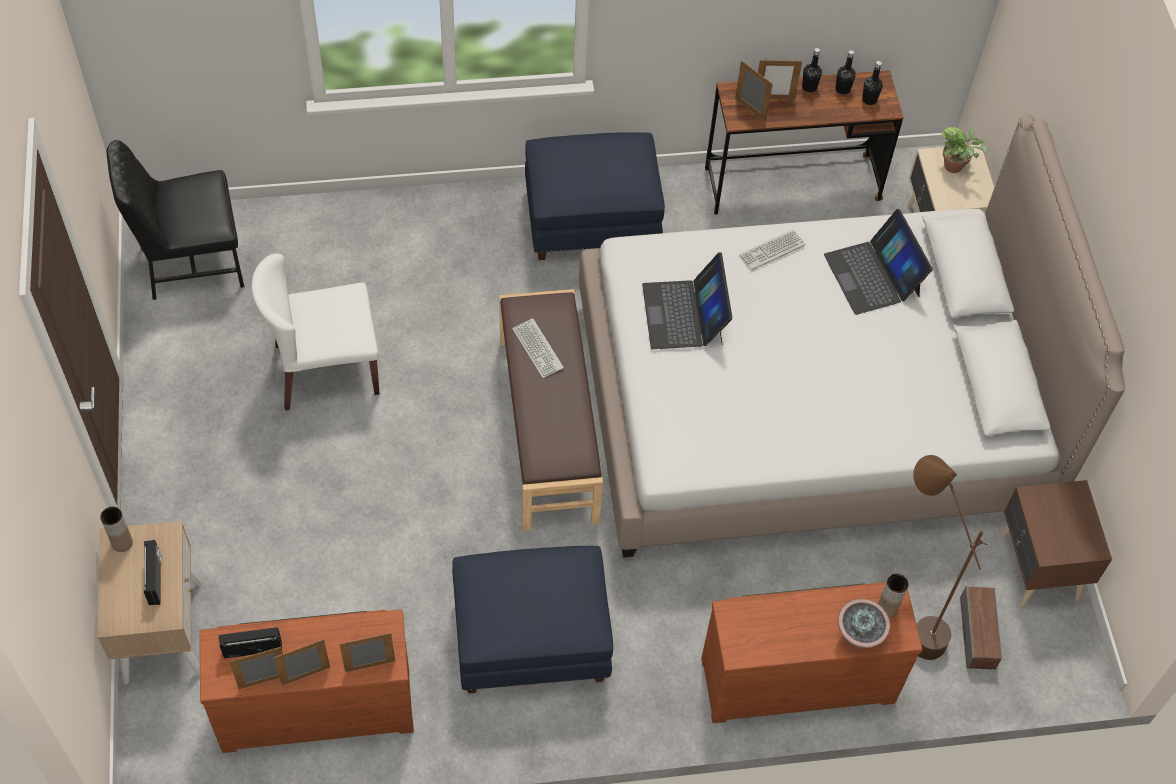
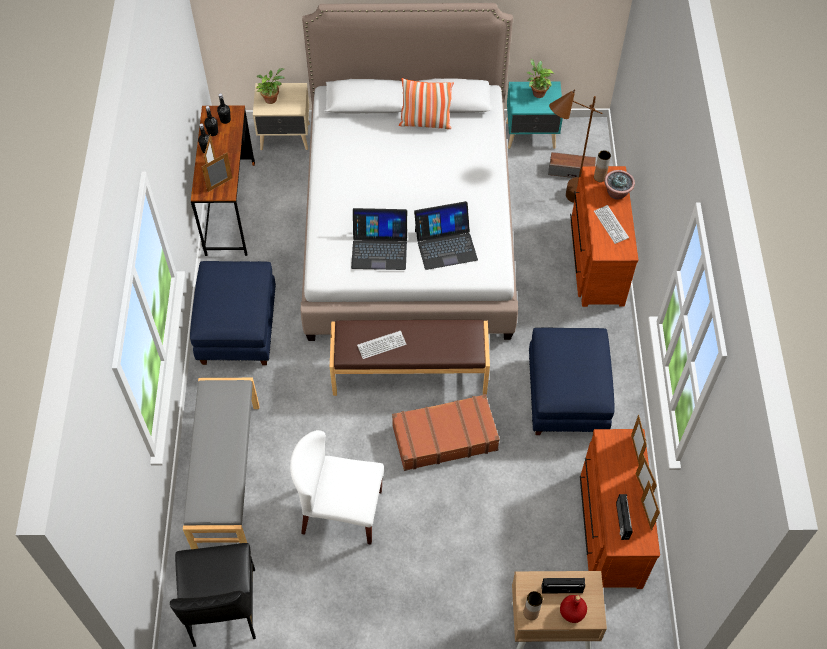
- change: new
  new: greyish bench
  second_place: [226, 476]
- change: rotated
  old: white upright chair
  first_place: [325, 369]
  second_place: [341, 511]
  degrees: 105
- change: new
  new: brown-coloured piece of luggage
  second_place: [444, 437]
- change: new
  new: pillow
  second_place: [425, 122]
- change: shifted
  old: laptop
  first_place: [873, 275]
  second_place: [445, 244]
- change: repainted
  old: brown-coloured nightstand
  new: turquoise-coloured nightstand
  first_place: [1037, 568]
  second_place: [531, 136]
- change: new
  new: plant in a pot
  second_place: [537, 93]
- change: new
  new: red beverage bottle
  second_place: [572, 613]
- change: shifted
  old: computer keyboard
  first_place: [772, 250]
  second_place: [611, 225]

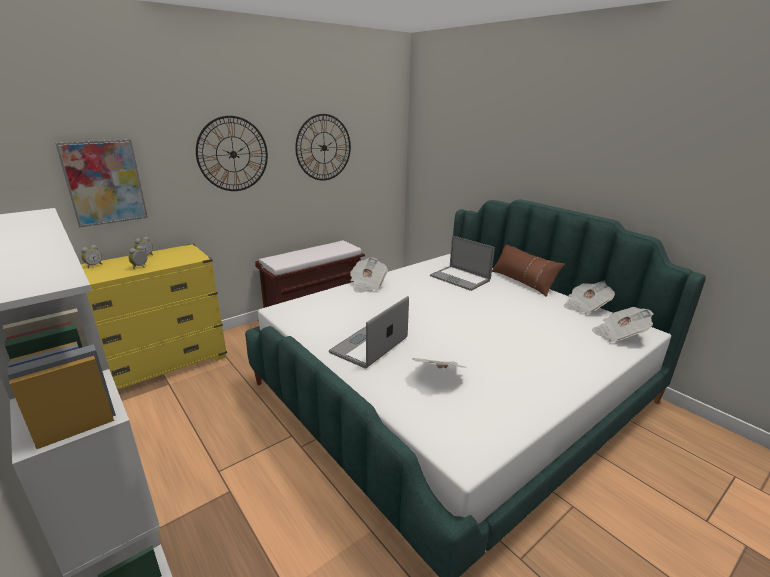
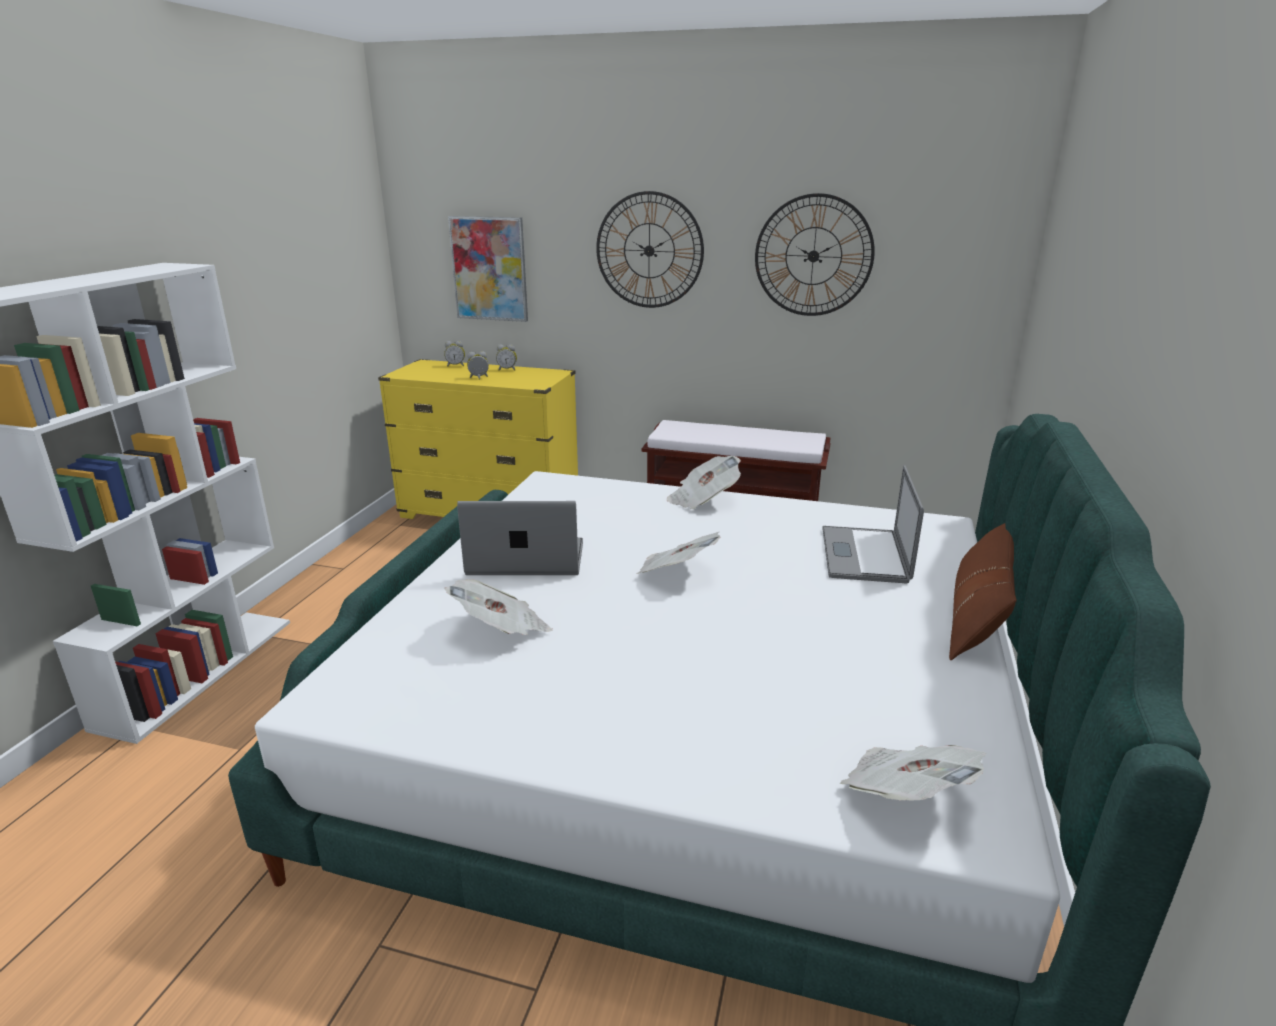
- change: shifted
  old: printed paper
  first_place: [585, 307]
  second_place: [676, 573]

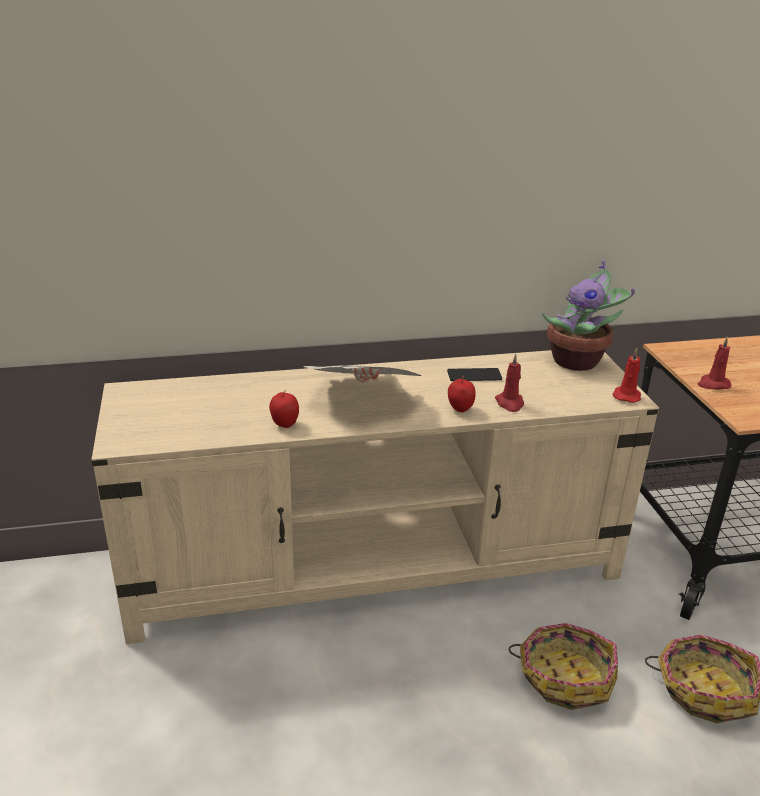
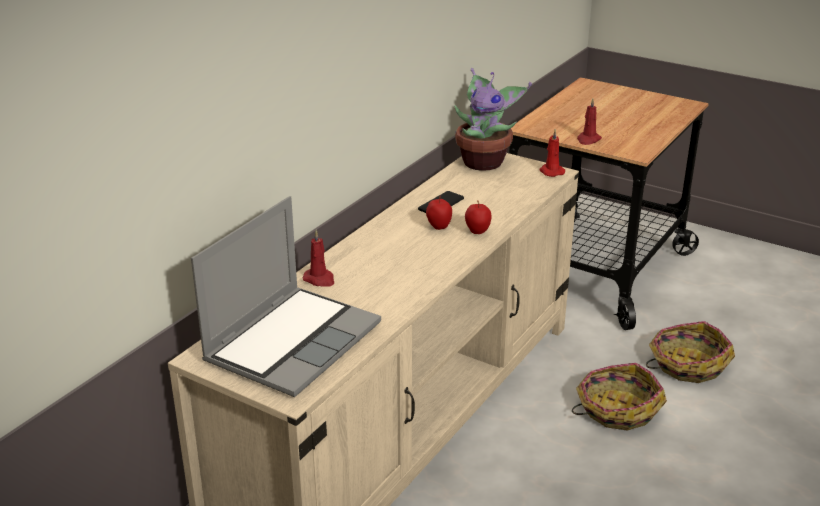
- change: new
  new: laptop
  second_place: [293, 341]
- change: shifted
  old: red candle
  first_place: [510, 403]
  second_place: [319, 279]
- change: shifted
  old: apple fruit
  first_place: [284, 424]
  second_place: [438, 227]
- change: gone
  old: printed paper
  first_place: [363, 399]

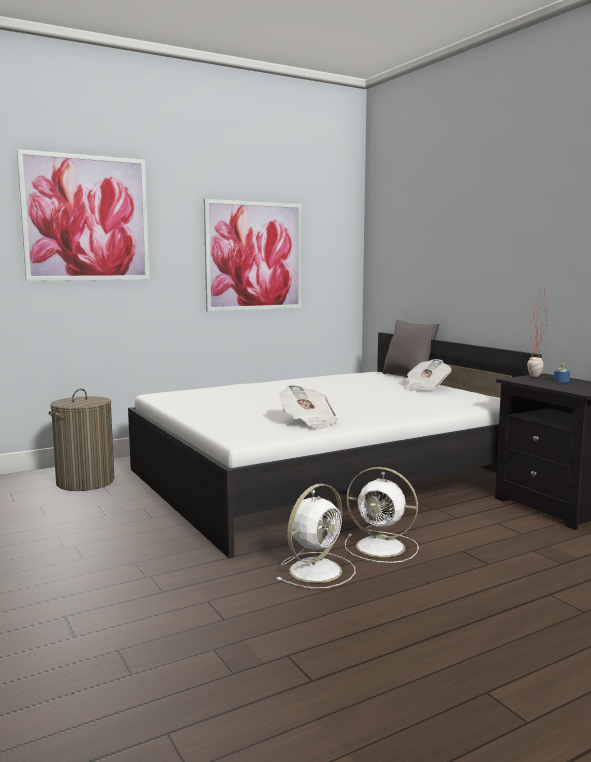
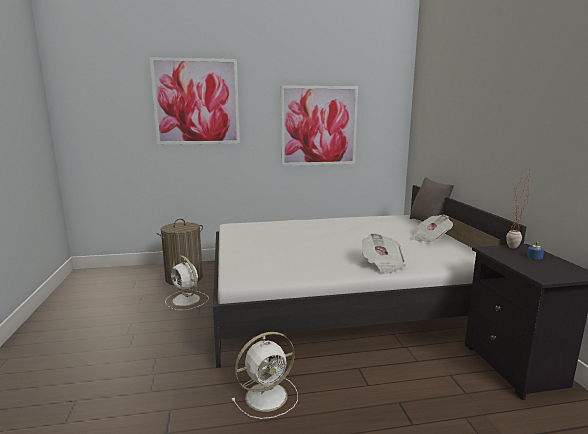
- change: shifted
  old: white fan
  first_place: [382, 547]
  second_place: [187, 300]
- change: shifted
  old: printed paper
  first_place: [308, 423]
  second_place: [382, 264]

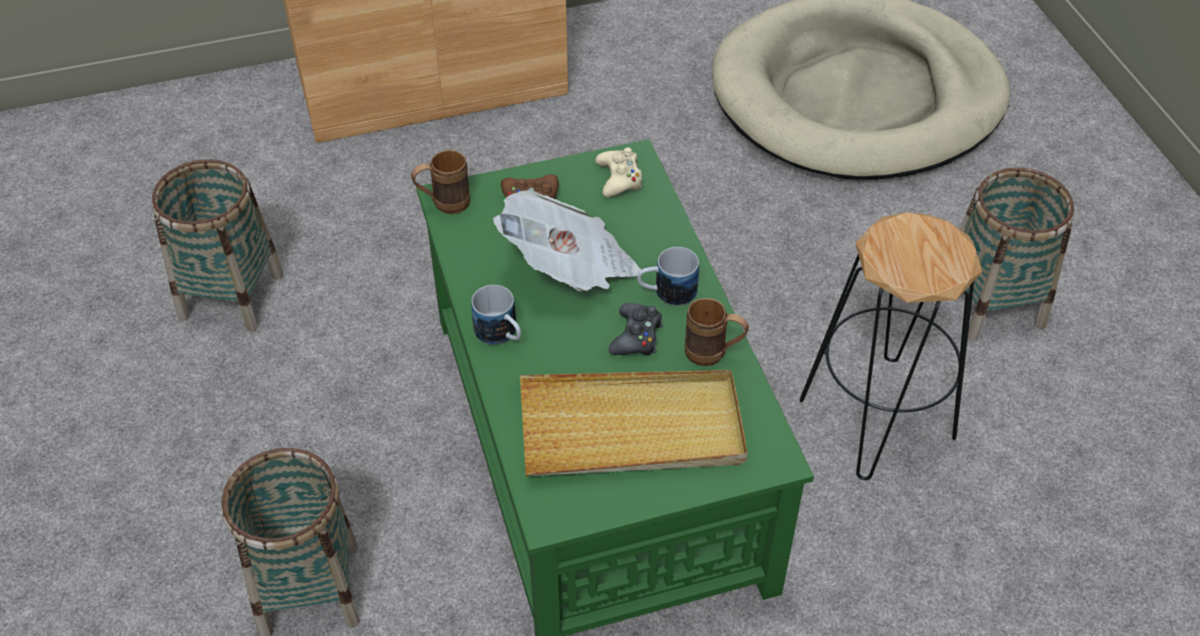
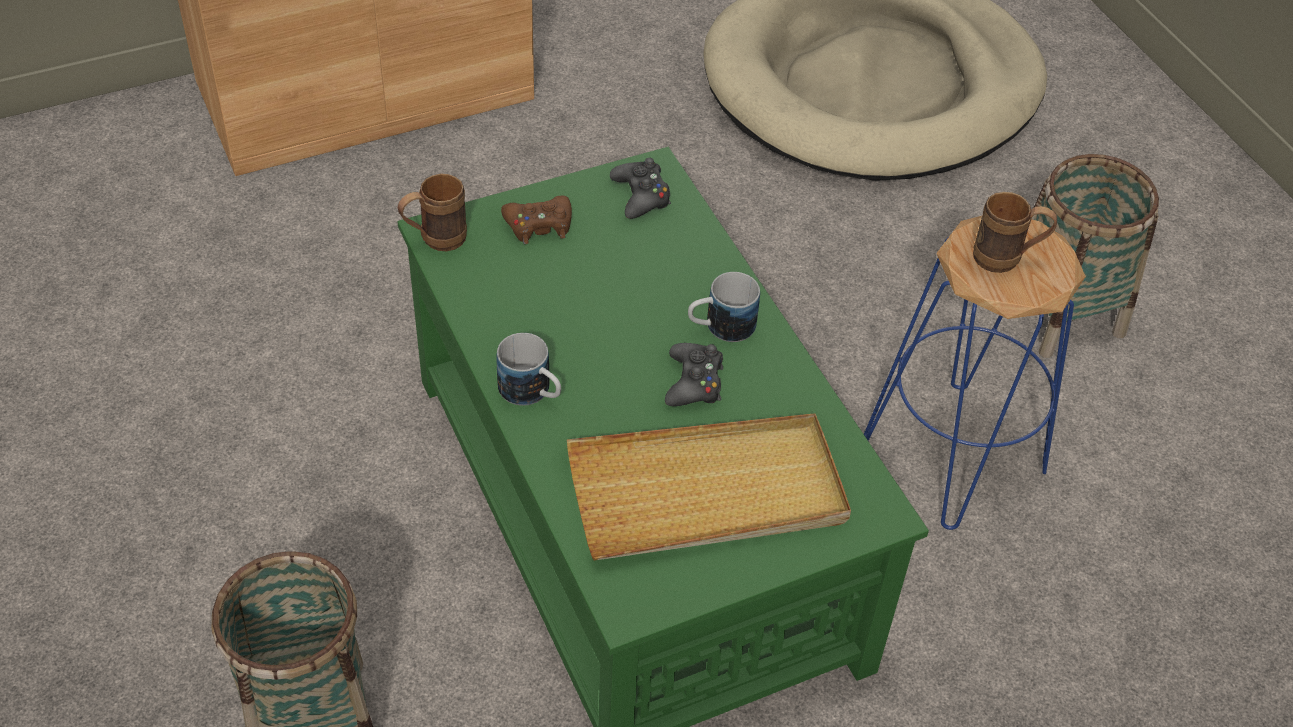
- change: repainted
  old: beige-coloured game controller
  new: blackish game controller
  first_place: [619, 179]
  second_place: [641, 196]
- change: repainted
  old: blackish stool
  new: bluish stool
  first_place: [878, 418]
  second_place: [954, 457]
- change: shifted
  old: brown-coloured coffee mug
  first_place: [713, 355]
  second_place: [1007, 260]
- change: gone
  old: basket
  first_place: [231, 296]
- change: gone
  old: printed paper
  first_place: [570, 268]

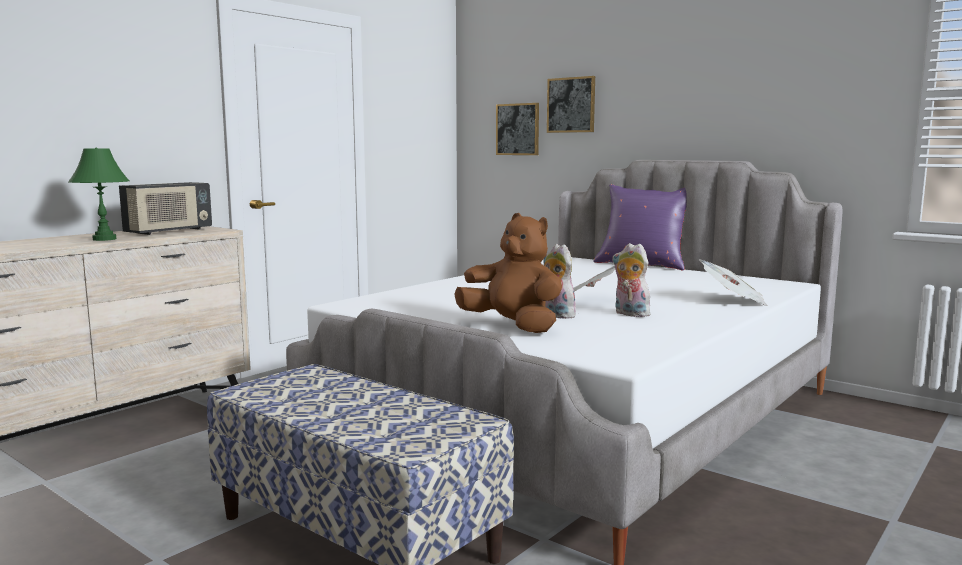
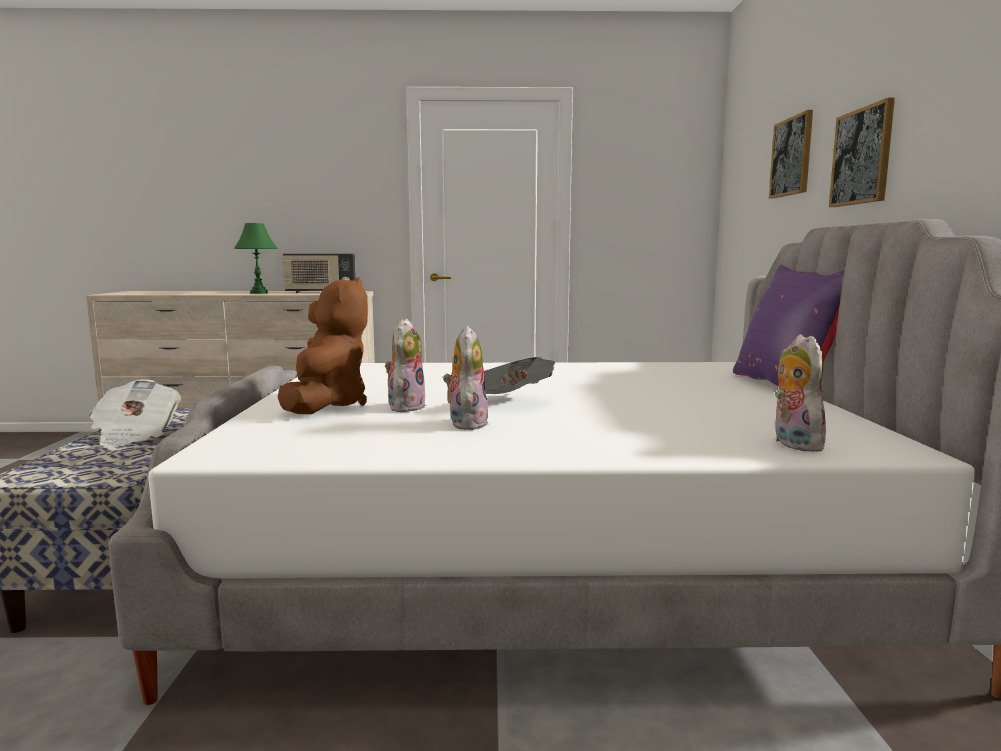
- change: shifted
  old: printed paper
  first_place: [733, 301]
  second_place: [135, 435]
- change: new
  new: cuddly toy
  second_place: [793, 444]
- change: shifted
  old: wall picture
  first_place: [518, 129]
  second_place: [862, 156]

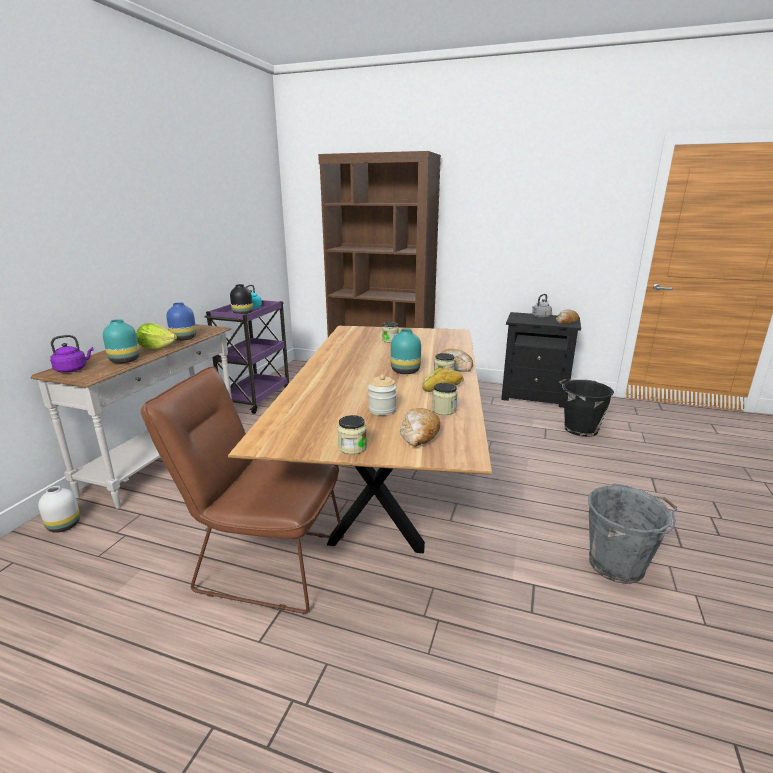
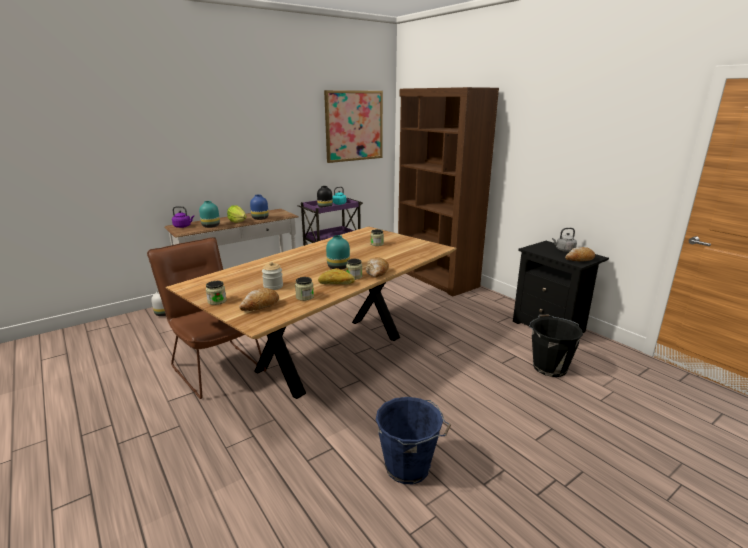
- change: new
  new: wall picture
  second_place: [354, 126]
- change: repainted
  old: greyish water bucket
  new: bluish water bucket
  first_place: [618, 565]
  second_place: [409, 468]

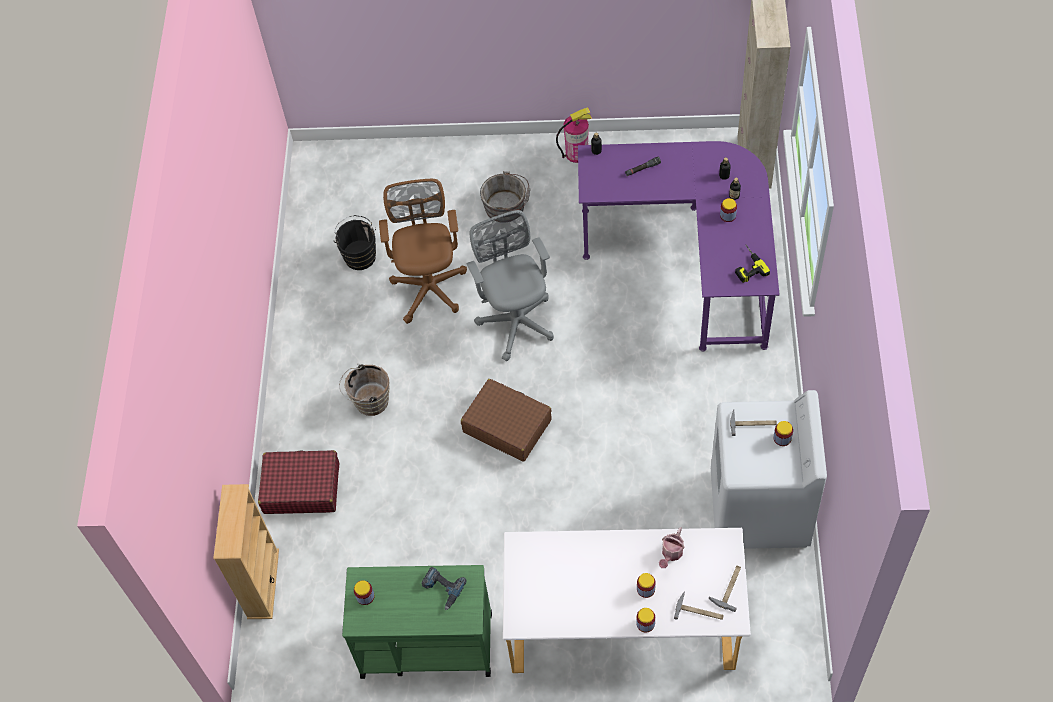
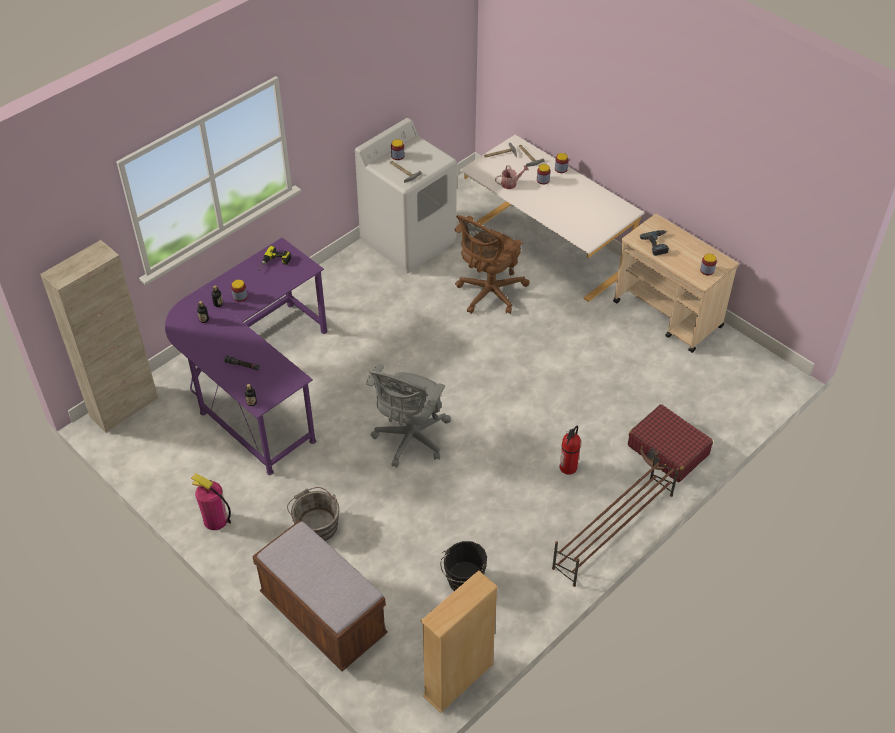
- change: new
  new: brown-coloured bench
  second_place: [323, 616]
- change: shifted
  old: beige-coloured bookcase
  first_place: [263, 584]
  second_place: [458, 680]
- change: shifted
  old: brown-coloured office chair
  first_place: [429, 285]
  second_place: [488, 294]
- change: new
  new: brown-coloured shoe shelf
  second_place: [613, 531]
- change: swapped
  old: brown-coloured water bucket
  new: fire-fighting cylinder
  first_place: [369, 402]
  second_place: [568, 468]
- change: repainted
  old: greenish trolley
  new: beige-coloured trolley
  first_place: [425, 644]
  second_place: [668, 315]
- change: gone
  old: brown-coloured piece of luggage
  first_place: [507, 425]

